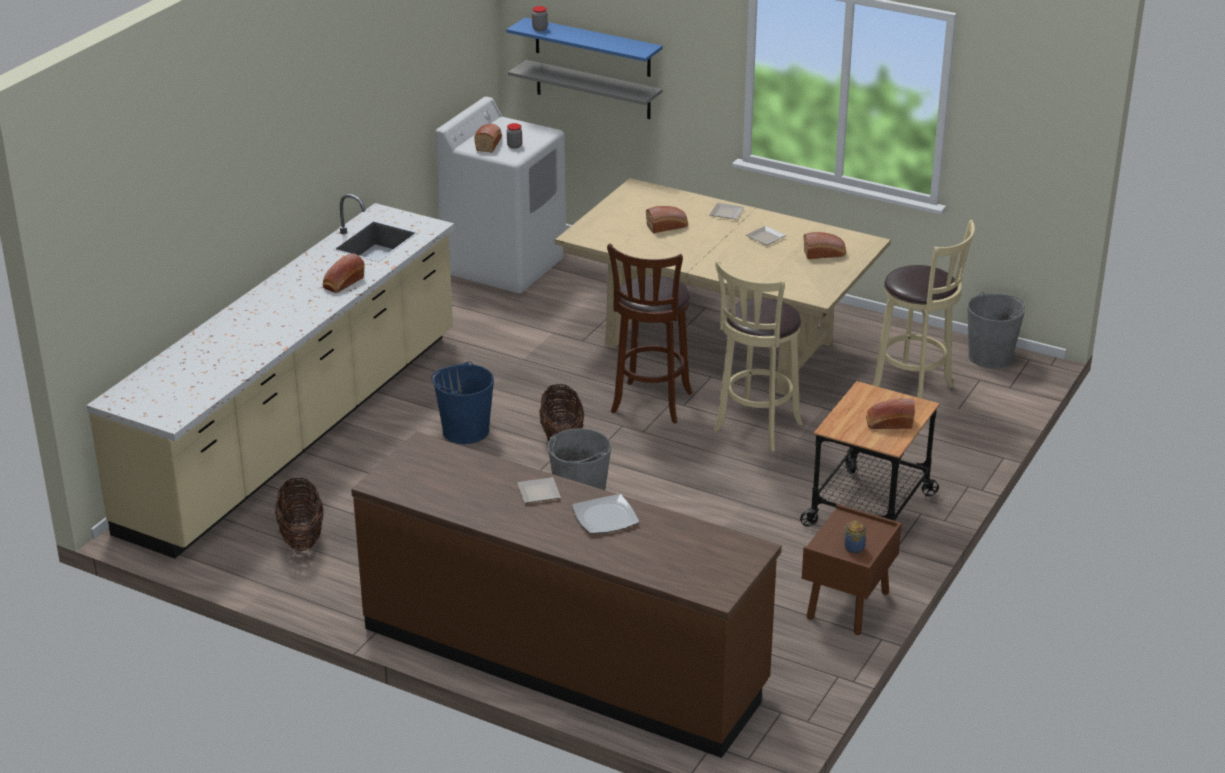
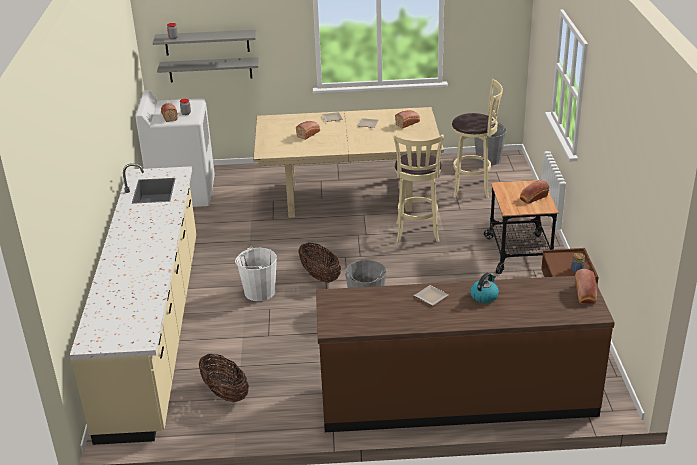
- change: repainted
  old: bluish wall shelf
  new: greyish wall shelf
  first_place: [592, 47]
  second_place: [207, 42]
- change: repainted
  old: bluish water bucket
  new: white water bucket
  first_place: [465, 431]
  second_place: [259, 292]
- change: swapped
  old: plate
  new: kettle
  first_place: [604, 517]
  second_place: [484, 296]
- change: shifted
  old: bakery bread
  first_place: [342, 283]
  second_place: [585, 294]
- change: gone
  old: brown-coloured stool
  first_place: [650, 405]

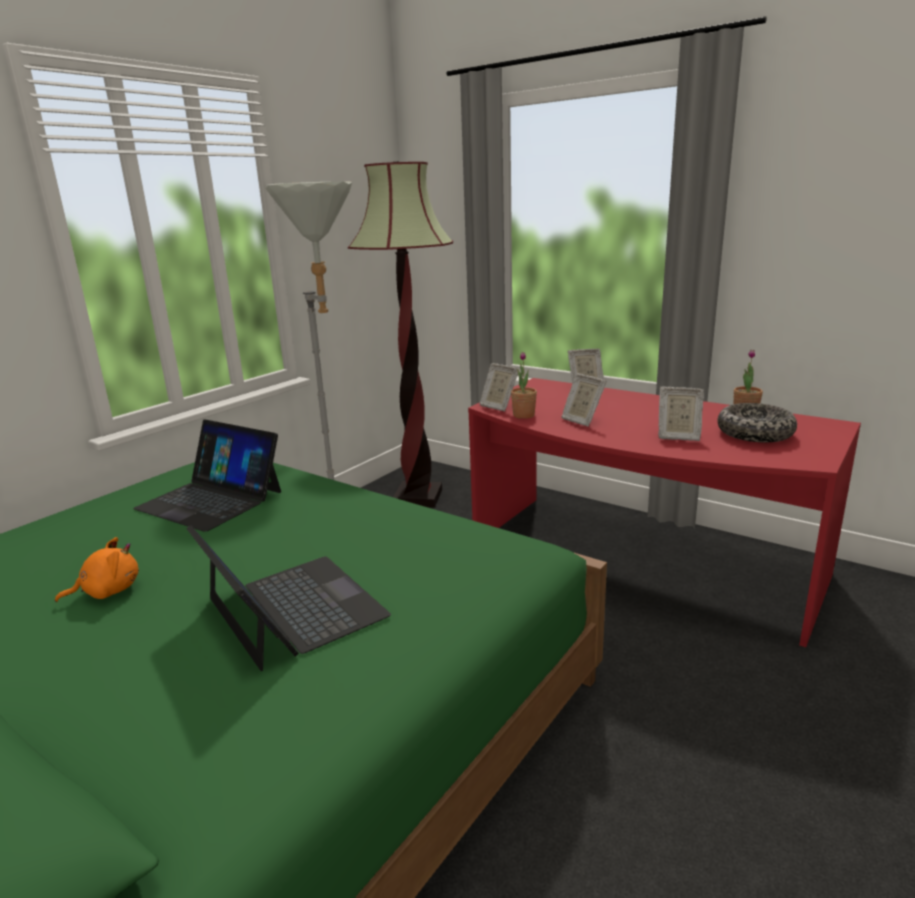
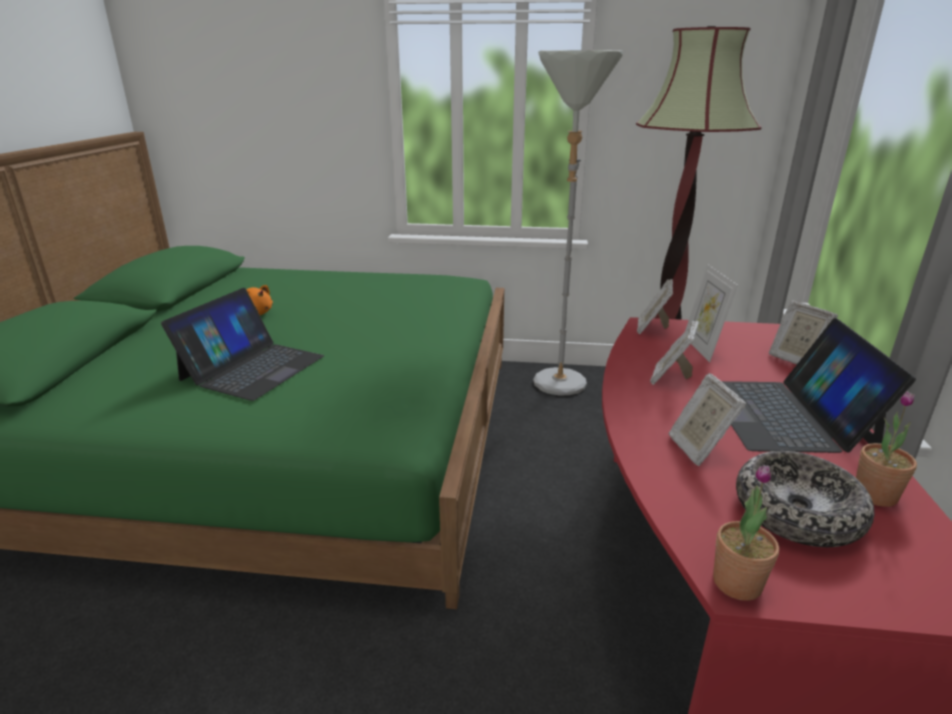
- change: new
  new: picture frame
  second_place: [702, 348]
- change: shifted
  old: plant in a pot
  first_place: [523, 415]
  second_place: [737, 583]
- change: shifted
  old: laptop
  first_place: [211, 500]
  second_place: [787, 414]

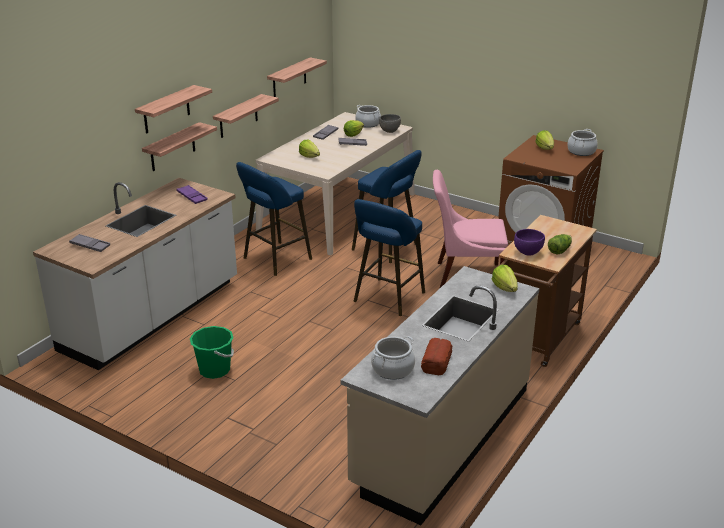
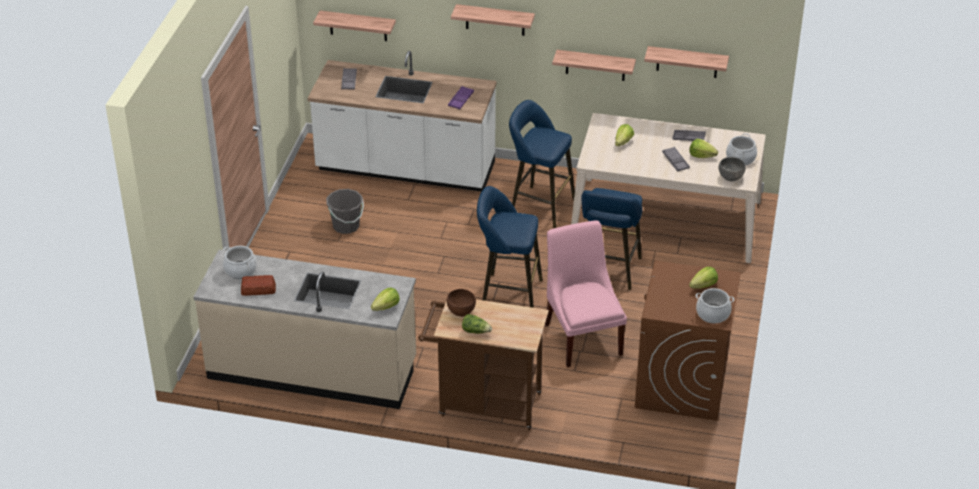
- change: shifted
  old: wall shelf
  first_place: [172, 147]
  second_place: [358, 26]
- change: repainted
  old: greenish water bucket
  new: greyish water bucket
  first_place: [214, 370]
  second_place: [346, 226]
- change: repainted
  old: purple-coloured serving bowl
  new: brown-coloured serving bowl
  first_place: [528, 252]
  second_place: [461, 312]

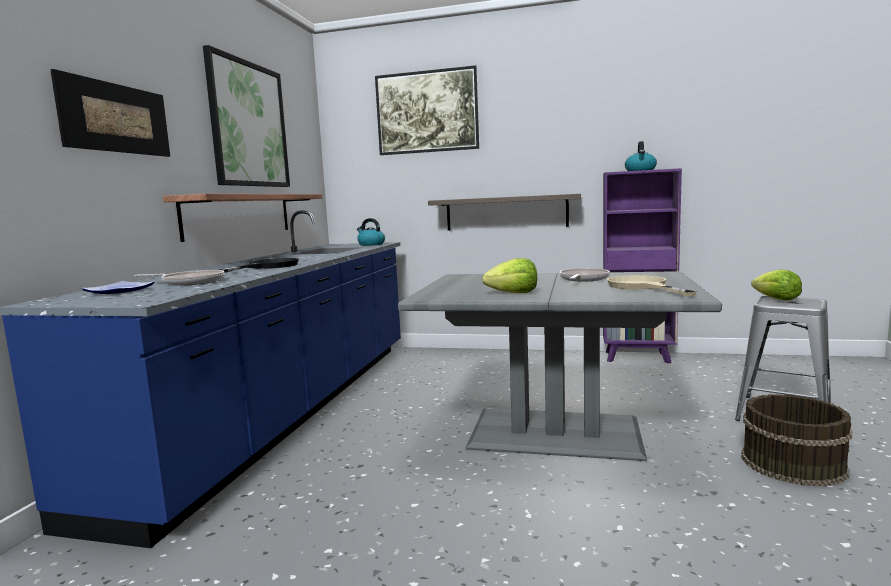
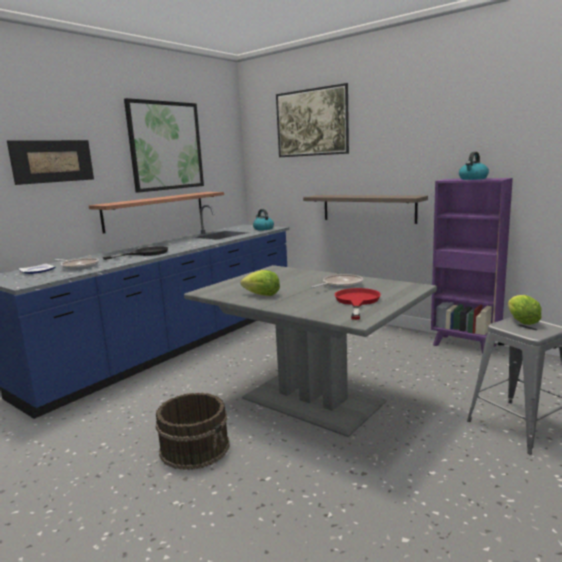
- change: shifted
  old: brown-coloured water bucket
  first_place: [792, 463]
  second_place: [195, 447]
- change: repainted
  old: beige-coloured frying pan
  new: red frying pan
  first_place: [642, 287]
  second_place: [357, 301]

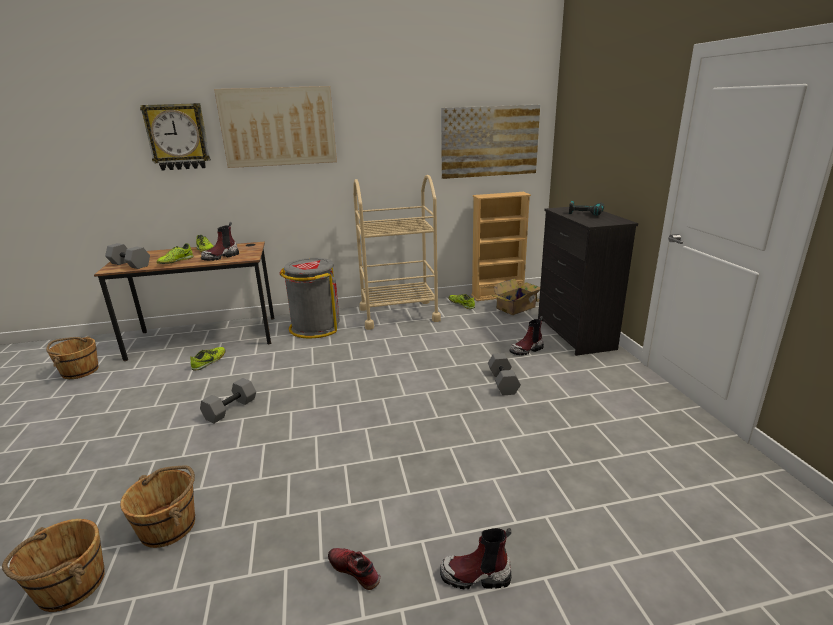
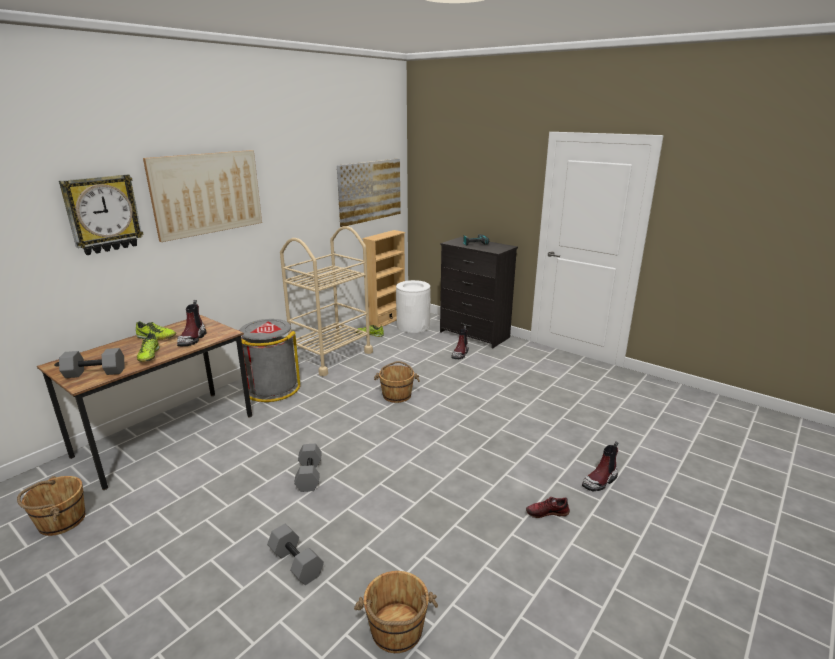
- change: shifted
  old: greyish free weight
  first_place: [502, 382]
  second_place: [295, 563]
- change: shifted
  old: brown-coloured water bucket
  first_place: [169, 526]
  second_place: [397, 395]
- change: swapped
  old: carton
  new: white waste bin
  first_place: [517, 307]
  second_place: [413, 326]
- change: gone
  old: low shoe
  first_place: [209, 362]

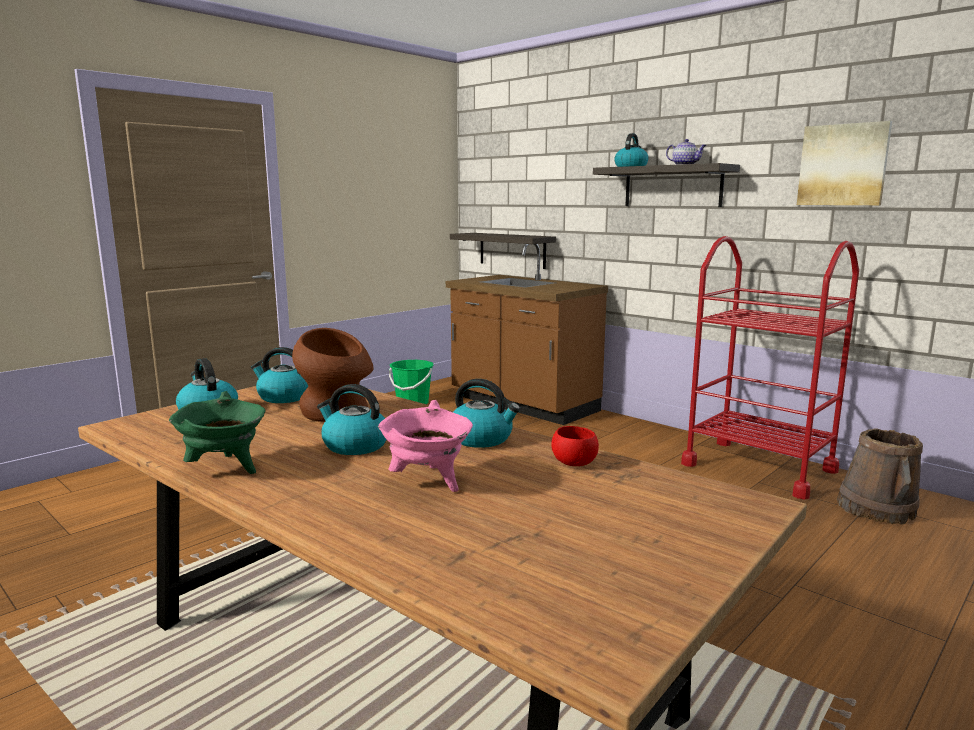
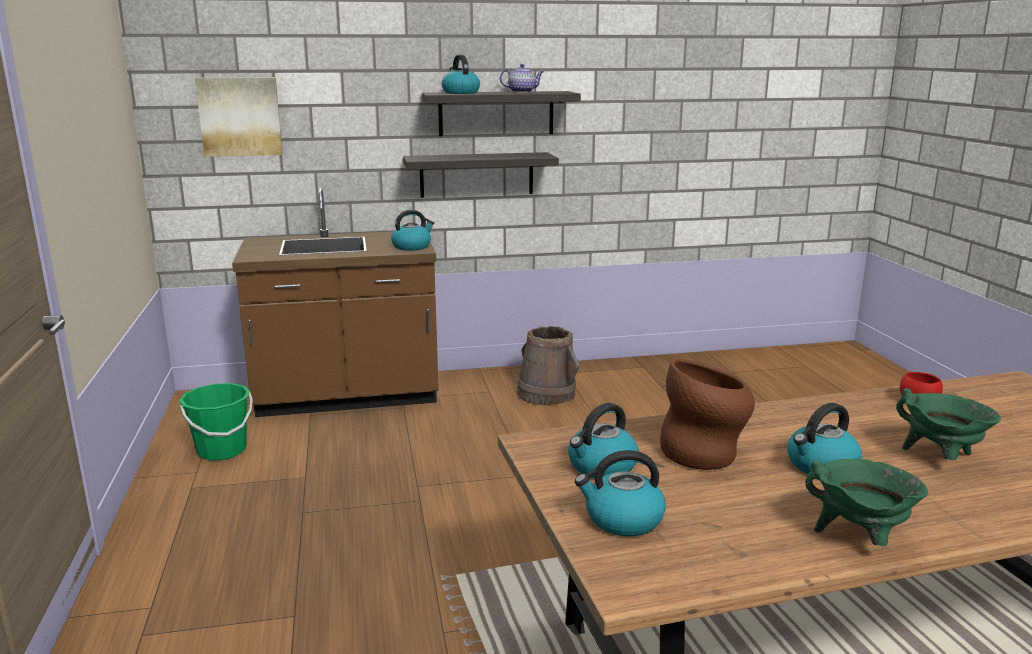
- change: shifted
  old: wall picture
  first_place: [843, 165]
  second_place: [240, 116]
- change: shifted
  old: kettle
  first_place: [481, 439]
  second_place: [412, 246]
- change: shifted
  old: wall shelf
  first_place: [512, 250]
  second_place: [476, 174]
- change: shifted
  old: brown-coloured water bucket
  first_place: [876, 509]
  second_place: [546, 394]
- change: repainted
  old: pink saucepot
  new: greenish saucepot
  first_place: [428, 482]
  second_place: [941, 459]
- change: gone
  old: red trolley
  first_place: [758, 467]

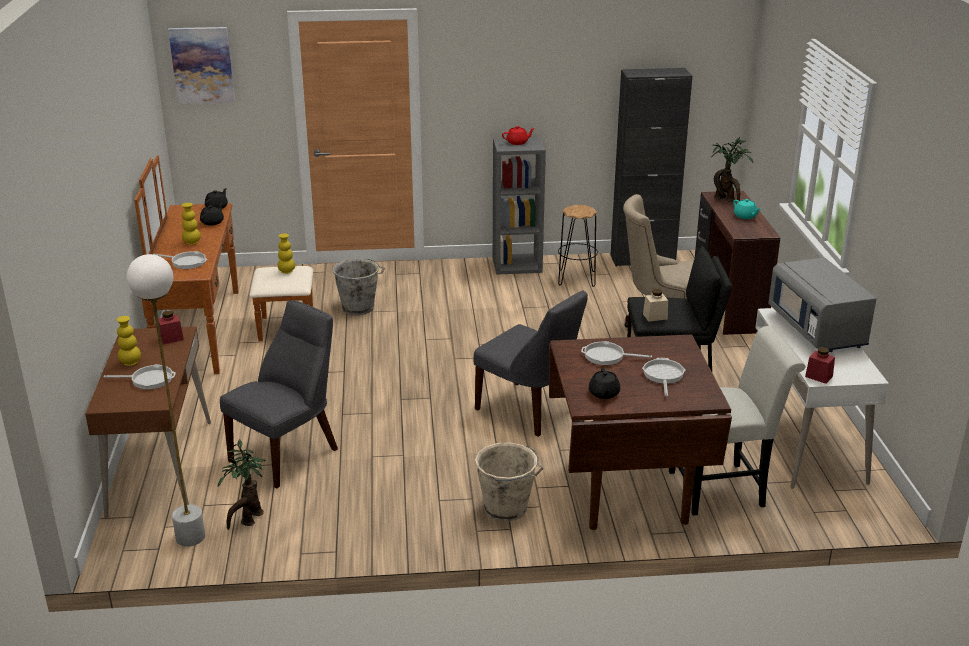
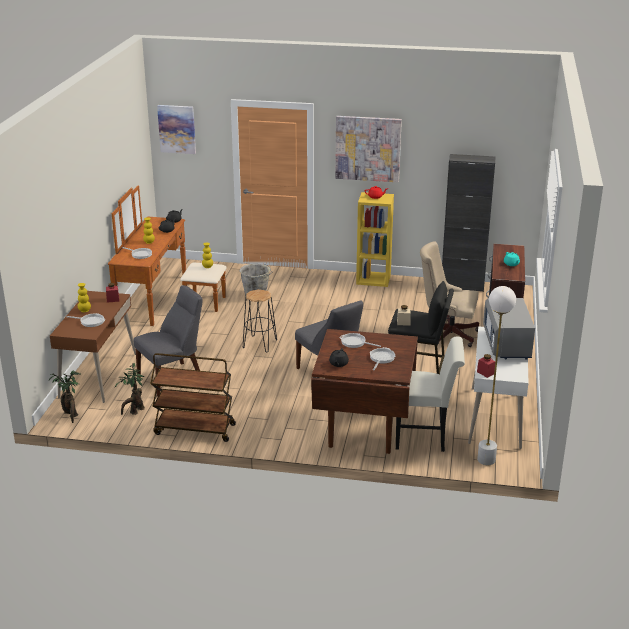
- change: shifted
  old: plant in a pot
  first_place: [726, 200]
  second_place: [71, 415]
- change: new
  new: brown-coloured trolley
  second_place: [194, 429]
- change: shifted
  old: blackish stool
  first_place: [576, 278]
  second_place: [260, 344]
- change: new
  new: wall picture
  second_place: [368, 148]
- change: repainted
  old: greyish bookcase
  new: yellowish bookcase
  first_place: [517, 265]
  second_place: [374, 279]
- change: shifted
  old: white standing lamp
  first_place: [190, 537]
  second_place: [486, 460]
- change: gone
  old: beige-coloured water bucket
  first_place: [507, 509]

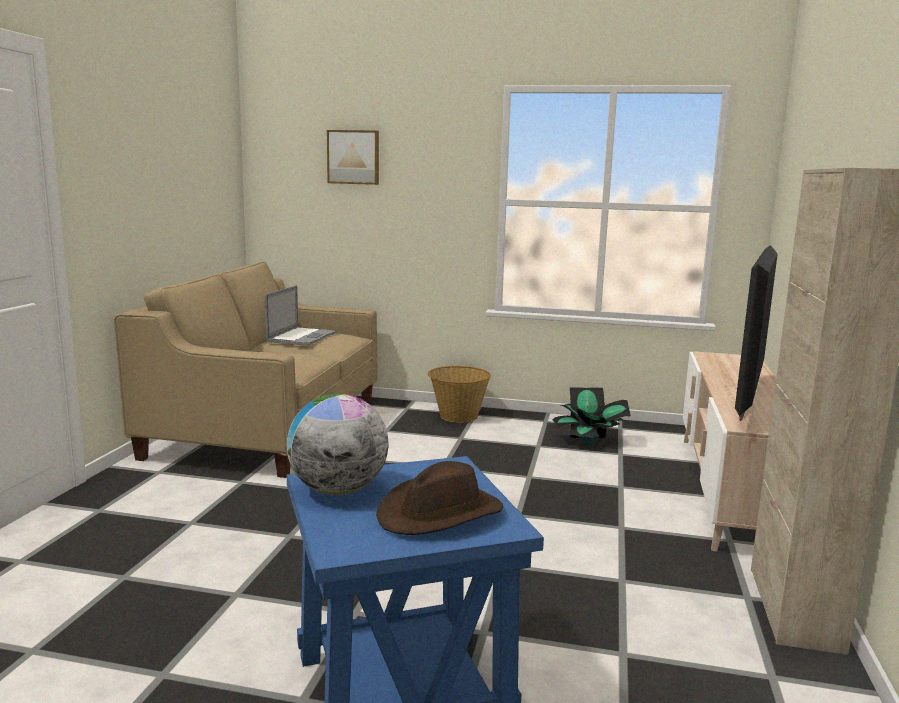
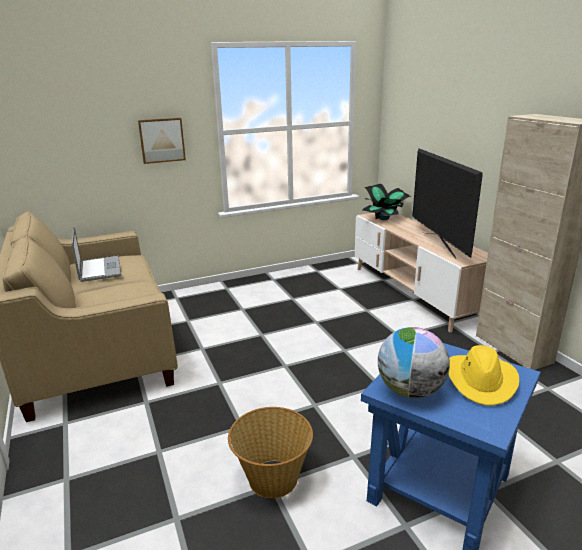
- change: shifted
  old: wall picture
  first_place: [353, 157]
  second_place: [161, 140]
- change: shifted
  old: basket
  first_place: [458, 416]
  second_place: [272, 479]
- change: shifted
  old: plant in a pot
  first_place: [589, 441]
  second_place: [384, 218]
- change: repainted
  old: brown-coloured clothing hat
  new: yellowish clothing hat
  first_place: [440, 514]
  second_place: [481, 380]

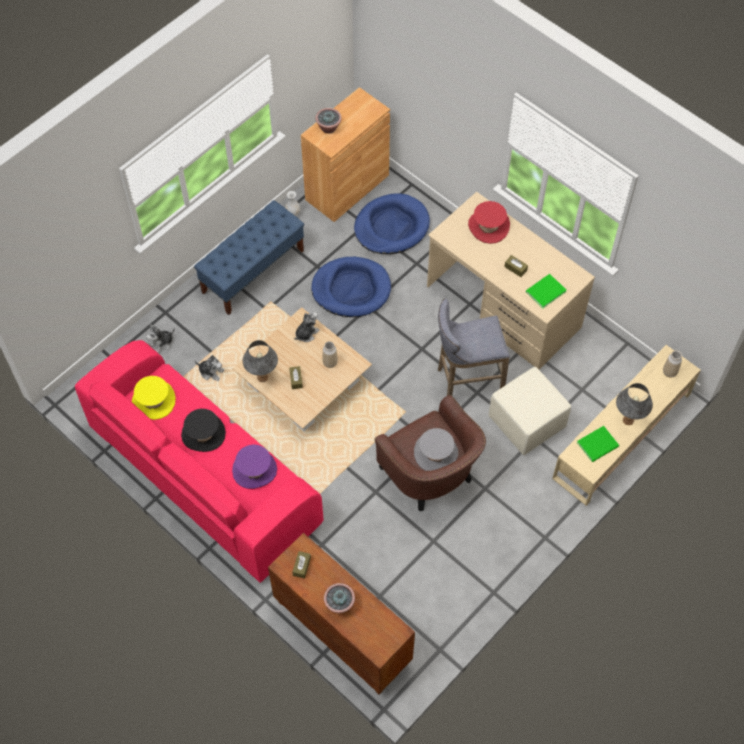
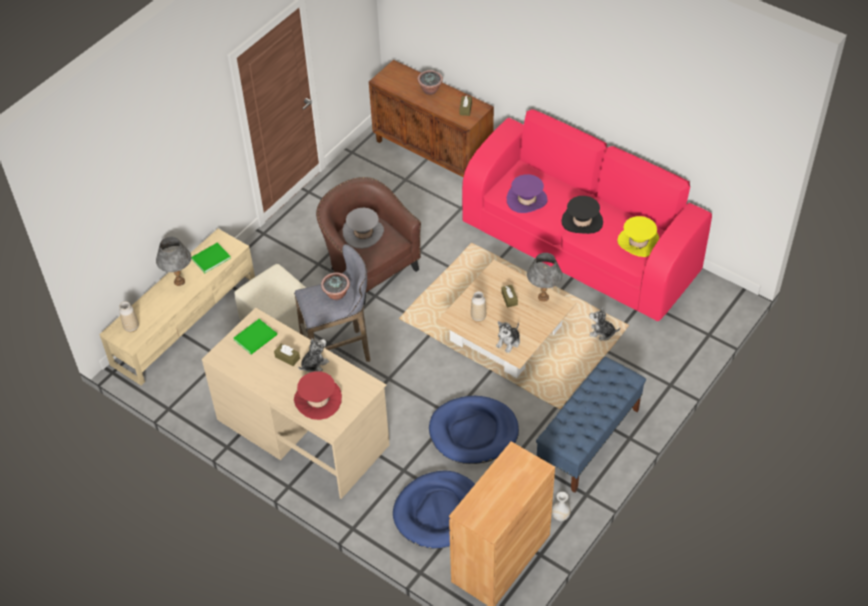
- change: shifted
  old: cuddly toy
  first_place: [162, 343]
  second_place: [314, 364]
- change: shifted
  old: plant in a pot
  first_place: [328, 128]
  second_place: [336, 295]

